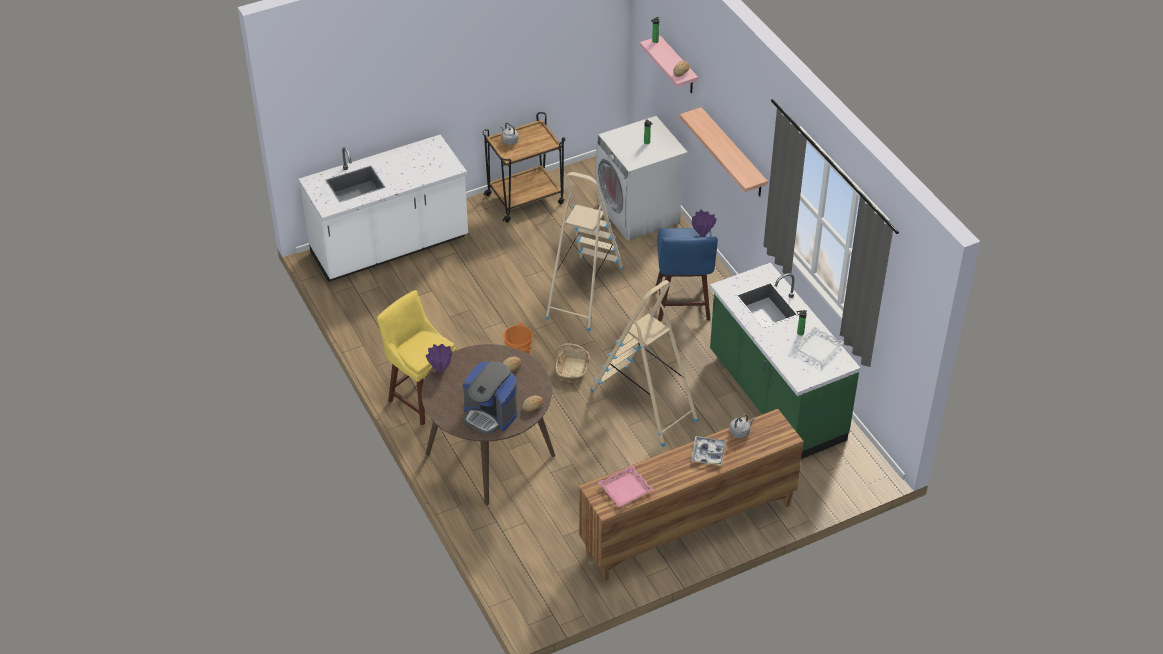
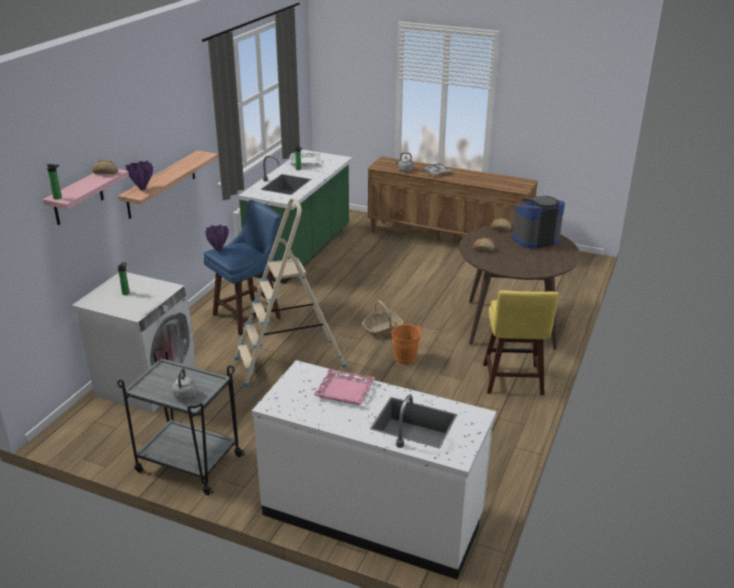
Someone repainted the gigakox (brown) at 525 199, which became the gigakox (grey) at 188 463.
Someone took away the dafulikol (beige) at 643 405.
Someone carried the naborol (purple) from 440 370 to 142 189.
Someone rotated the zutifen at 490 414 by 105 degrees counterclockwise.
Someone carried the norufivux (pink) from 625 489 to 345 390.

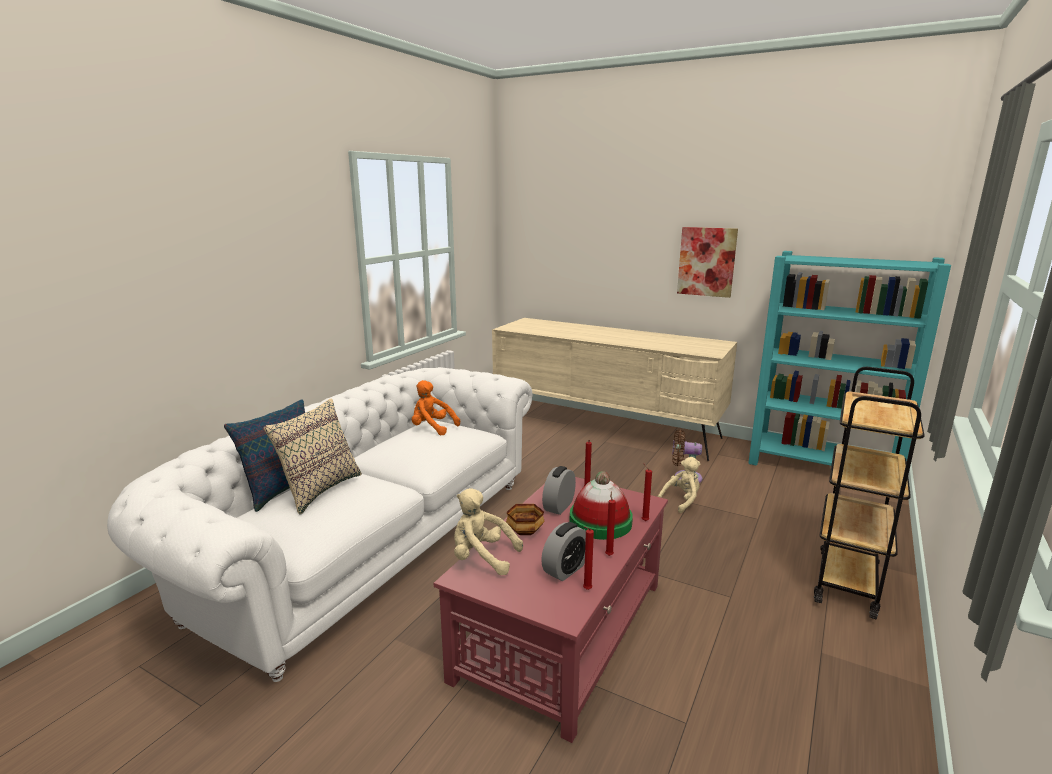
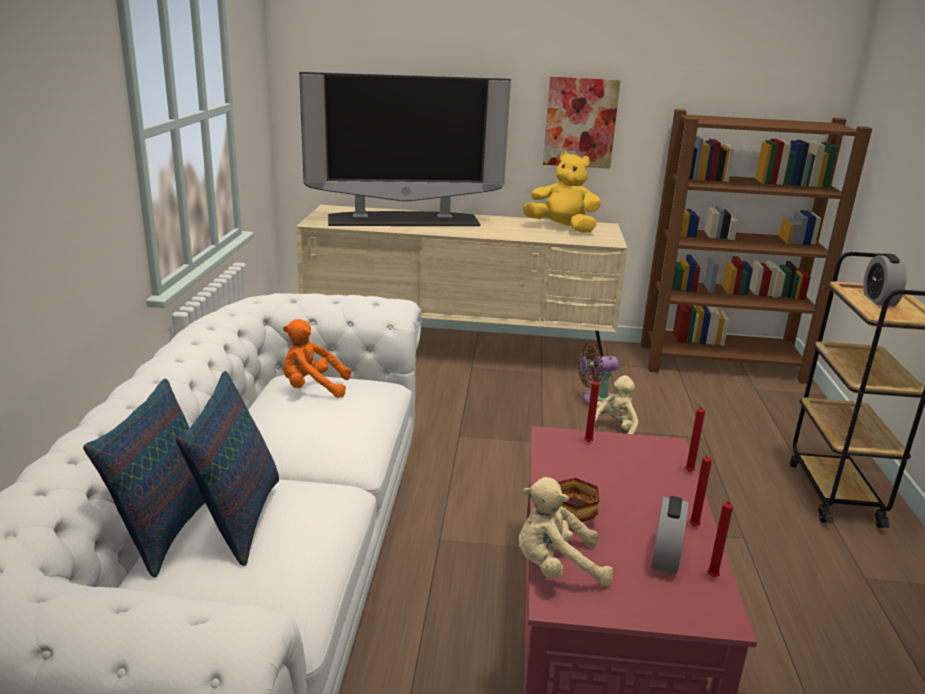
Someone repainted the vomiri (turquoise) at 822 466, which became the vomiri (brown) at 721 363.
Someone repainted the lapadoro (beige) at 321 491, which became the lapadoro (blue) at 240 519.
Someone carried the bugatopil from 559 506 to 879 300.
Someone took away the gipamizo at 600 522.
Someone put down the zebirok at 403 220.
Someone put down the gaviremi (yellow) at 562 228.

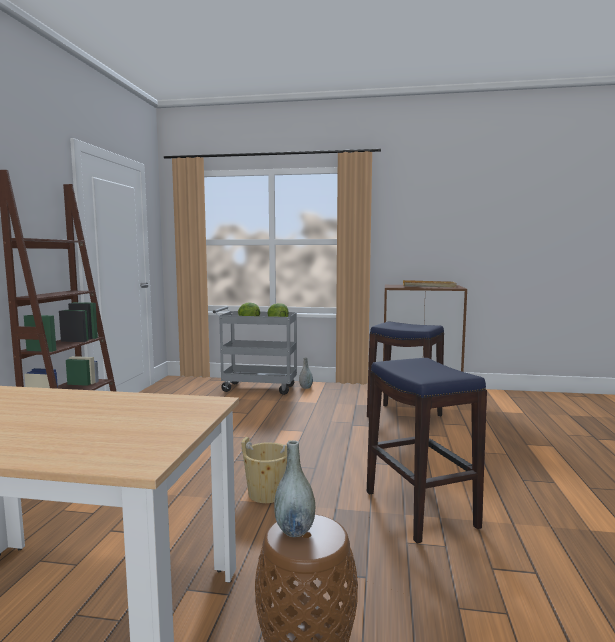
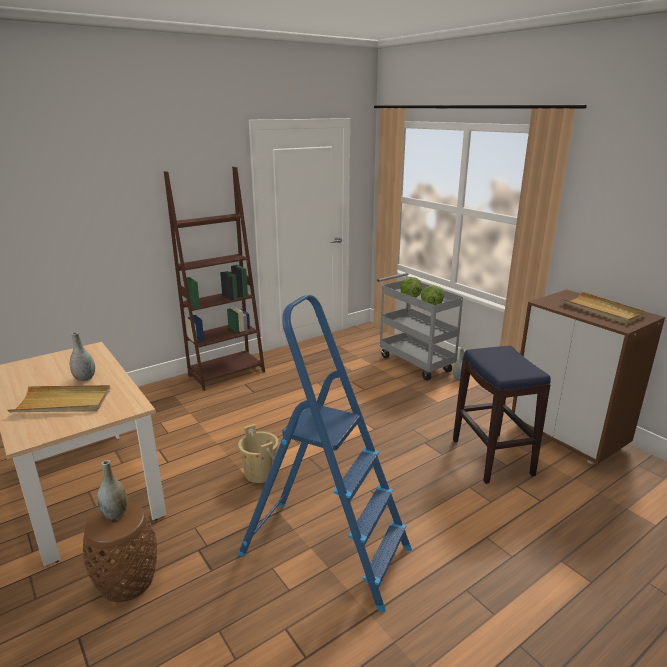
Someone swapped the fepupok at 419 509 for the dafulikol (blue) at 326 552.
Someone put down the naborol (grey) at 85 378.
Someone put down the norufivux (beige) at 63 402.

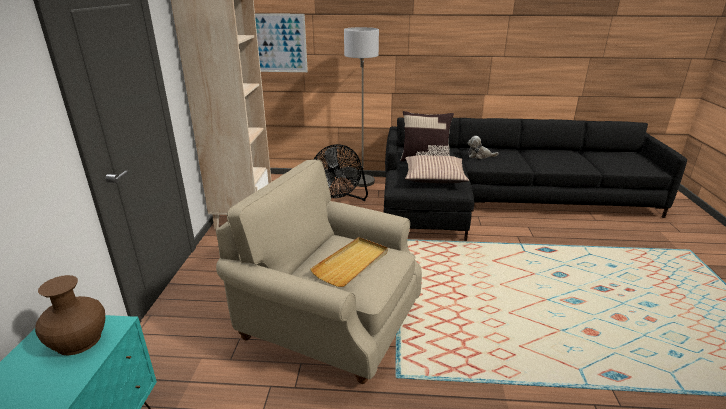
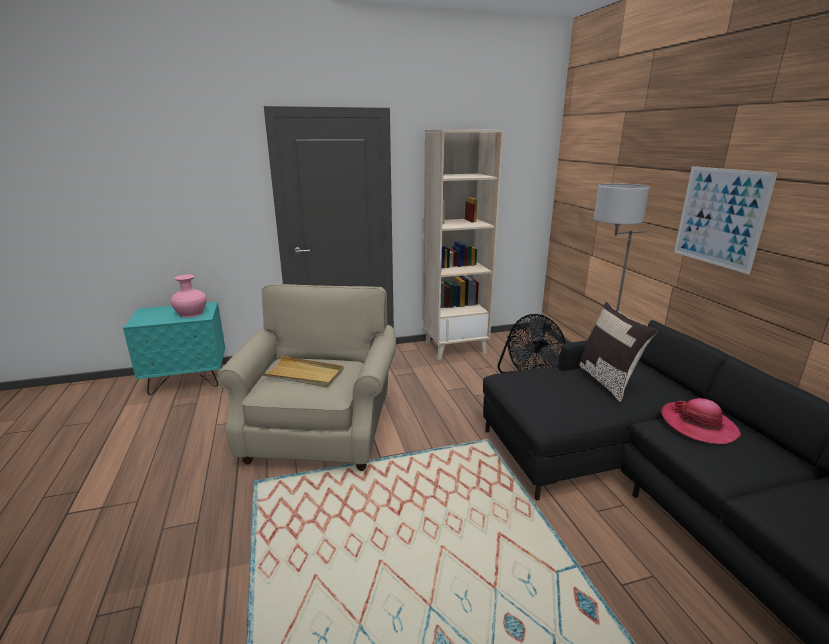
Someone carried the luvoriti from 278 43 to 720 217.
Someone swapped the gaviremi at 479 156 for the gipamizo at 698 425.
Someone took away the lapadoro at 434 177.
Someone repainted the naborol (brown) at 78 340, which became the naborol (pink) at 191 313.

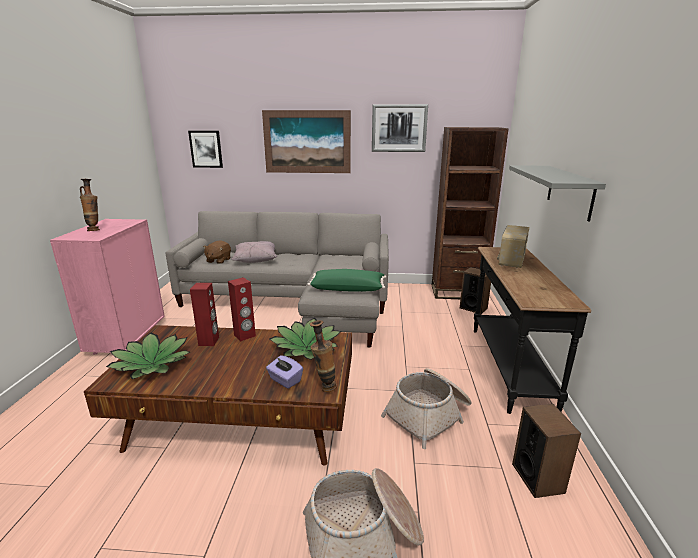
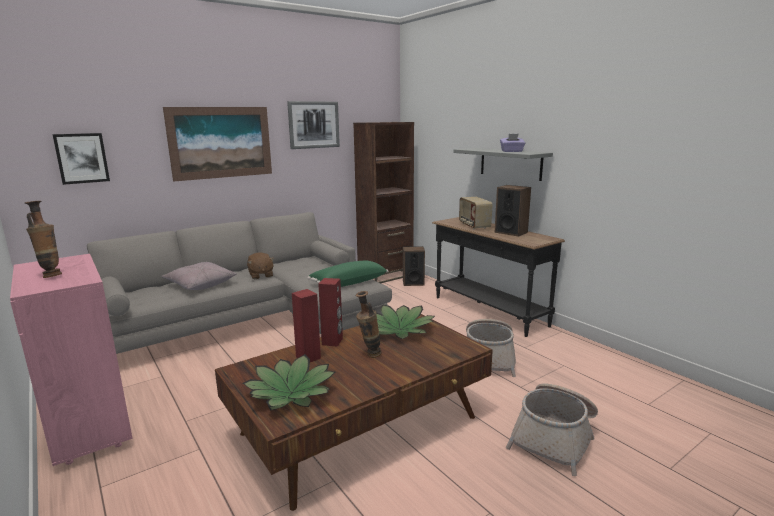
Someone carried the gaviremi (brown) from 218 260 to 261 275.
Someone carried the naborol from 324 387 to 369 355.
Someone carried the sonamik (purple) from 285 380 to 512 151.
Someone carried the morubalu from 538 478 to 511 232.

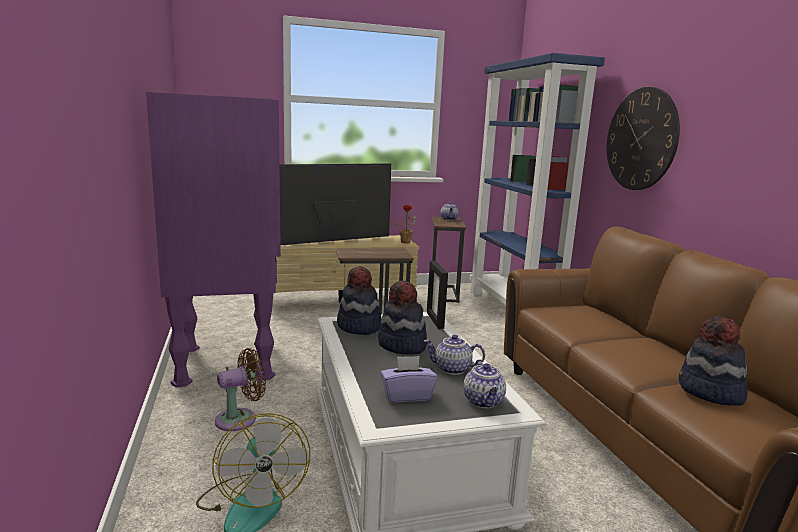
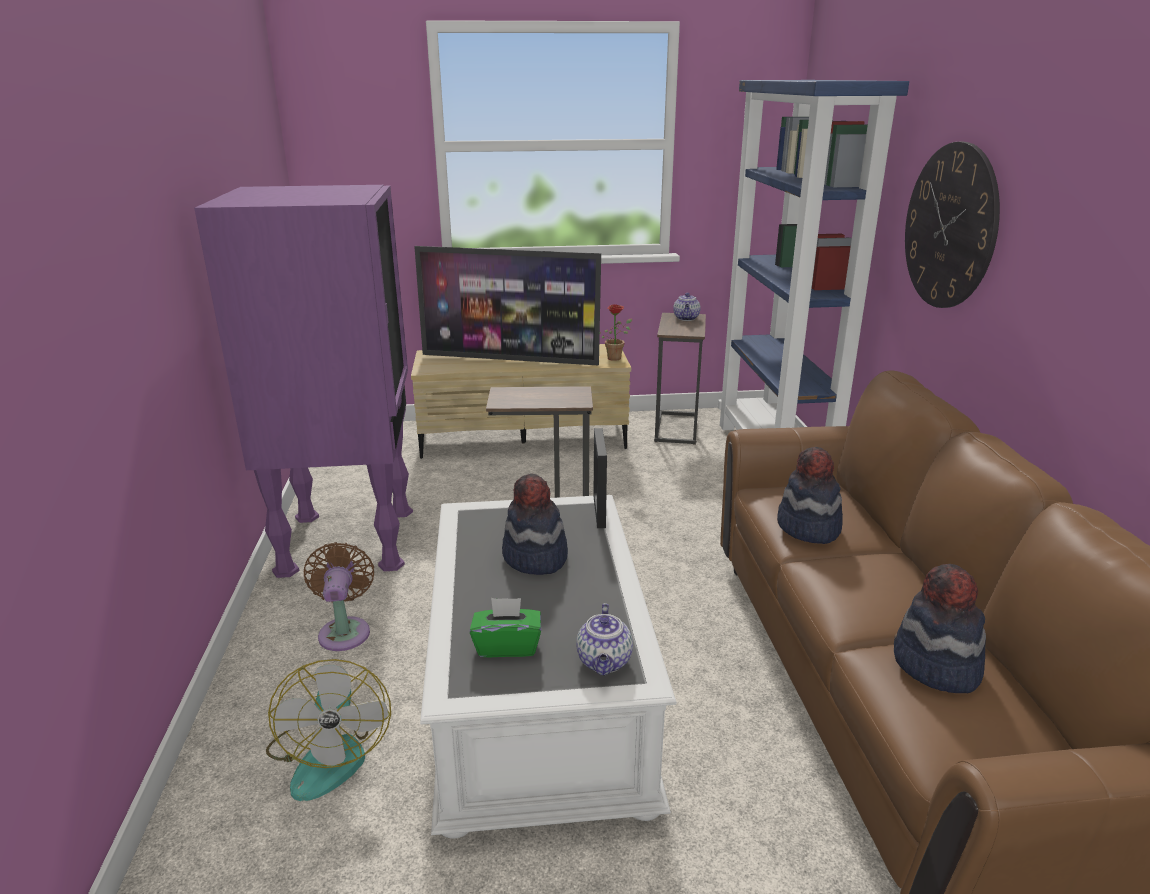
Someone rotated the zebirok at 334 241 by 150 degrees counterclockwise.
Someone carried the gipamizo from 358 327 to 808 528.
Someone took away the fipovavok at 452 369.
Someone rotated the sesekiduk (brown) at 240 419 by 75 degrees counterclockwise.
Someone repainted the sonamik (purple) at 407 395, which became the sonamik (green) at 507 646.

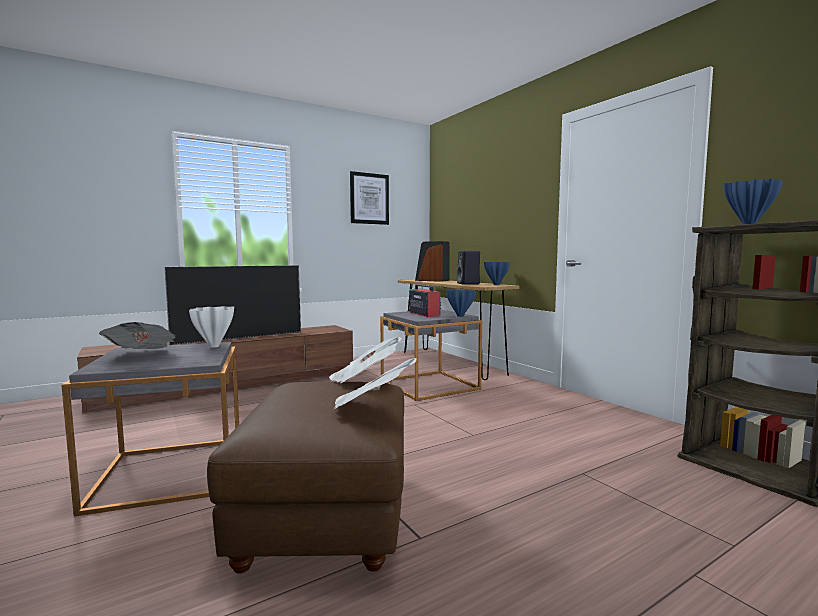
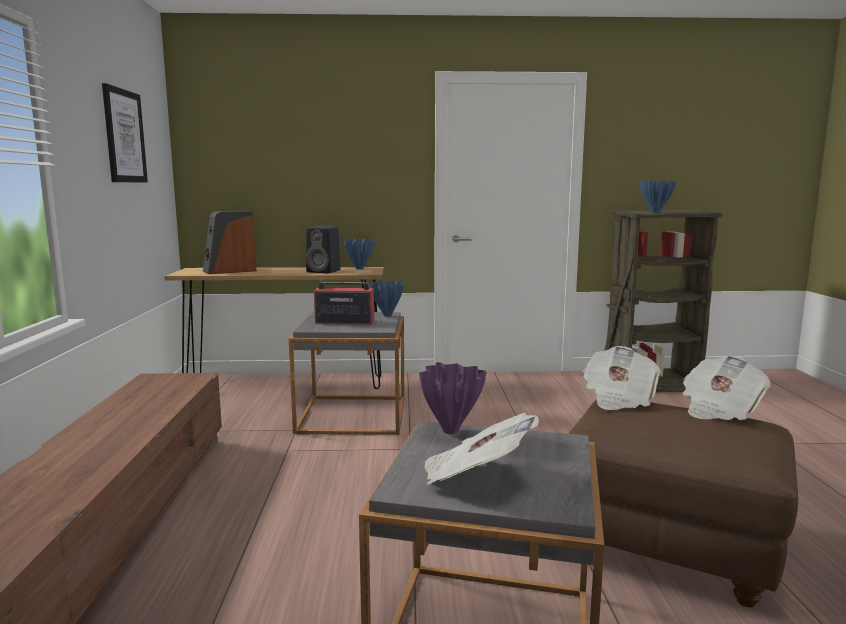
Someone took away the zebirok at 239 338.
Someone repainted the naborol (white) at 213 346, which became the naborol (purple) at 450 431.

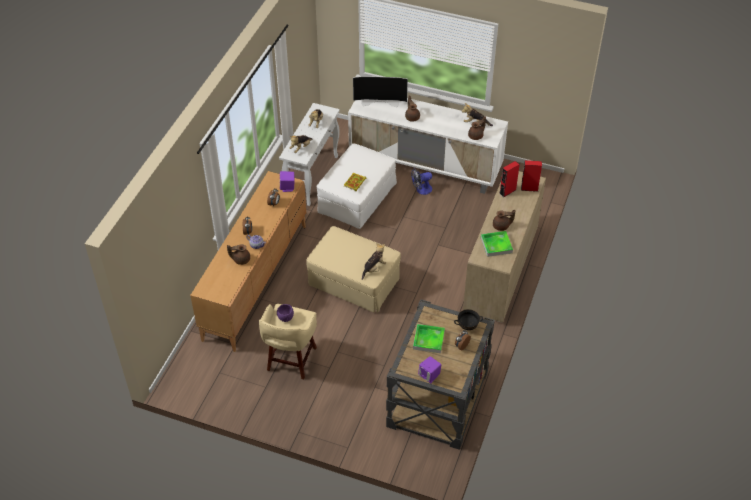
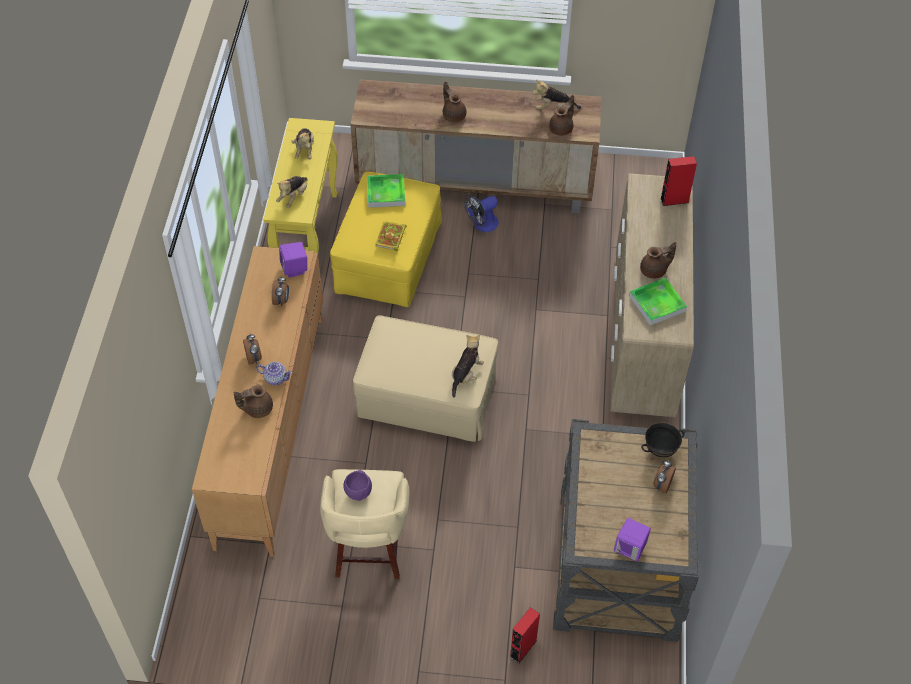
Someone took away the zebirok at 380 101.
Someone repainted the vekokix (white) at 426 164, which became the vekokix (brown) at 476 182.
Someone repainted the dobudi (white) at 312 177, which became the dobudi (yellow) at 308 236.
Someone repainted the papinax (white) at 356 199, which became the papinax (yellow) at 387 258.
Someone carried the morubalu (red) from 507 191 to 523 648.
Someone carried the norufivux from 428 340 to 386 193.

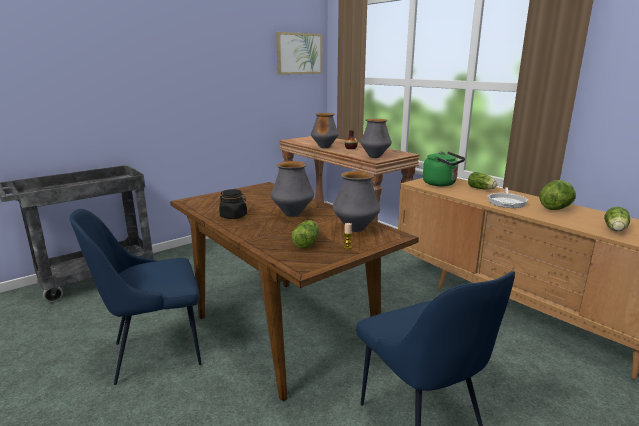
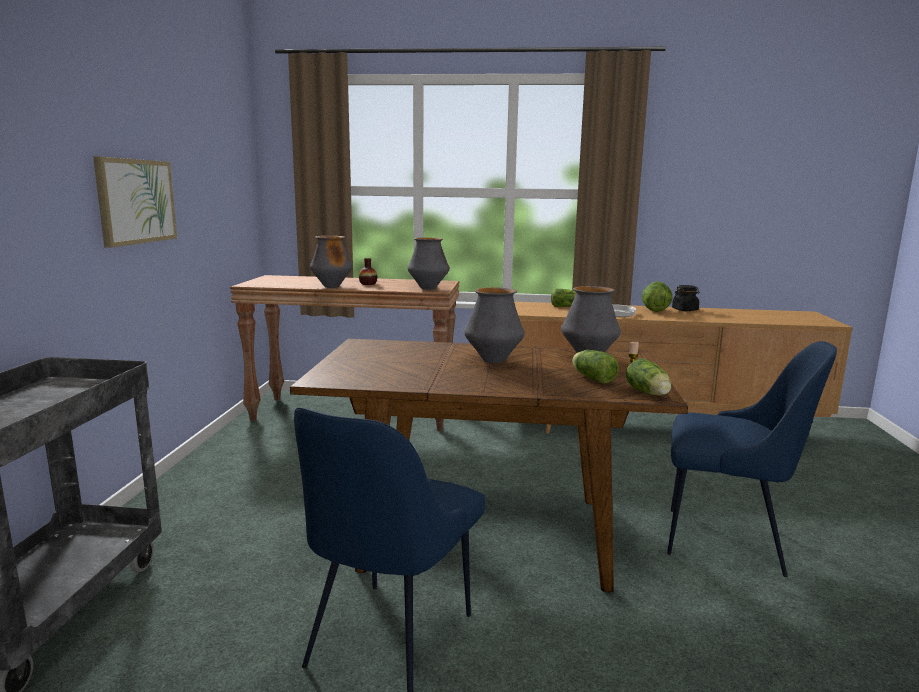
Someone carried the luvoriti from 299 53 to 136 201.
Someone took away the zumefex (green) at 441 184.
Someone carried the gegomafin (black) from 233 216 to 685 310.
Someone carried the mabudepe from 615 230 to 648 393.

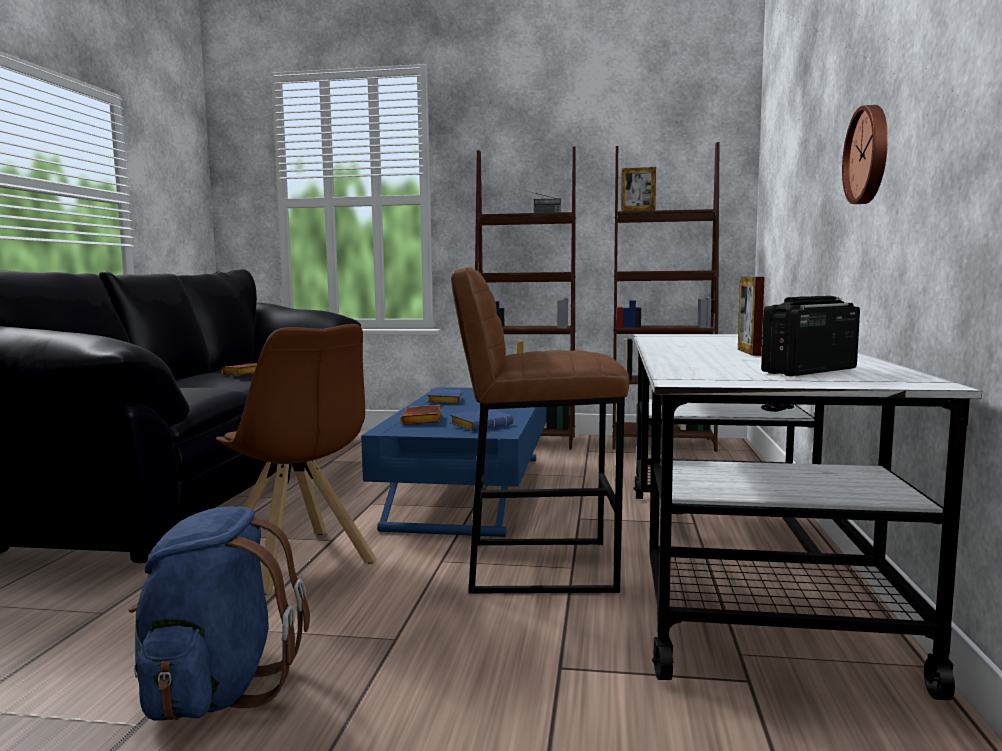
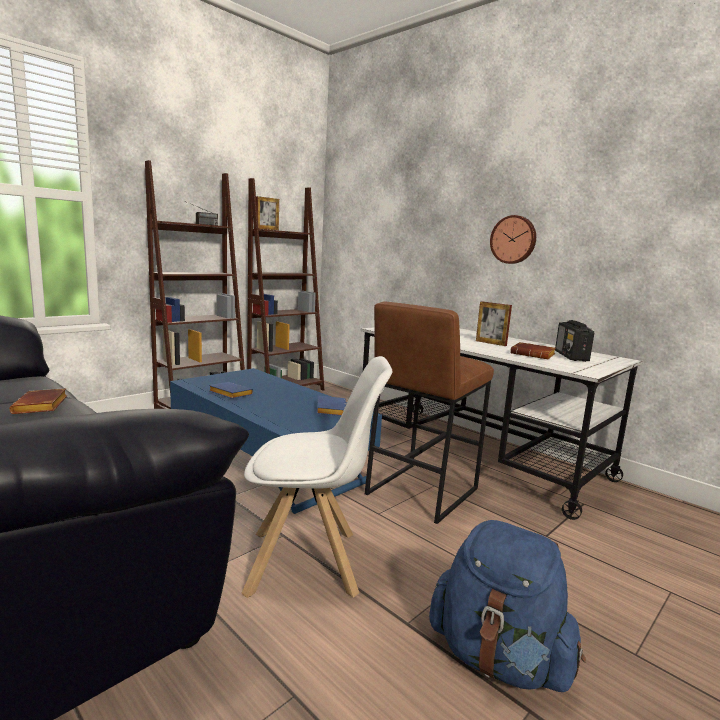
Someone repainted the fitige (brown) at 299 562, which became the fitige (white) at 310 562.
Someone carried the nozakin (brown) from 423 420 to 534 355.

